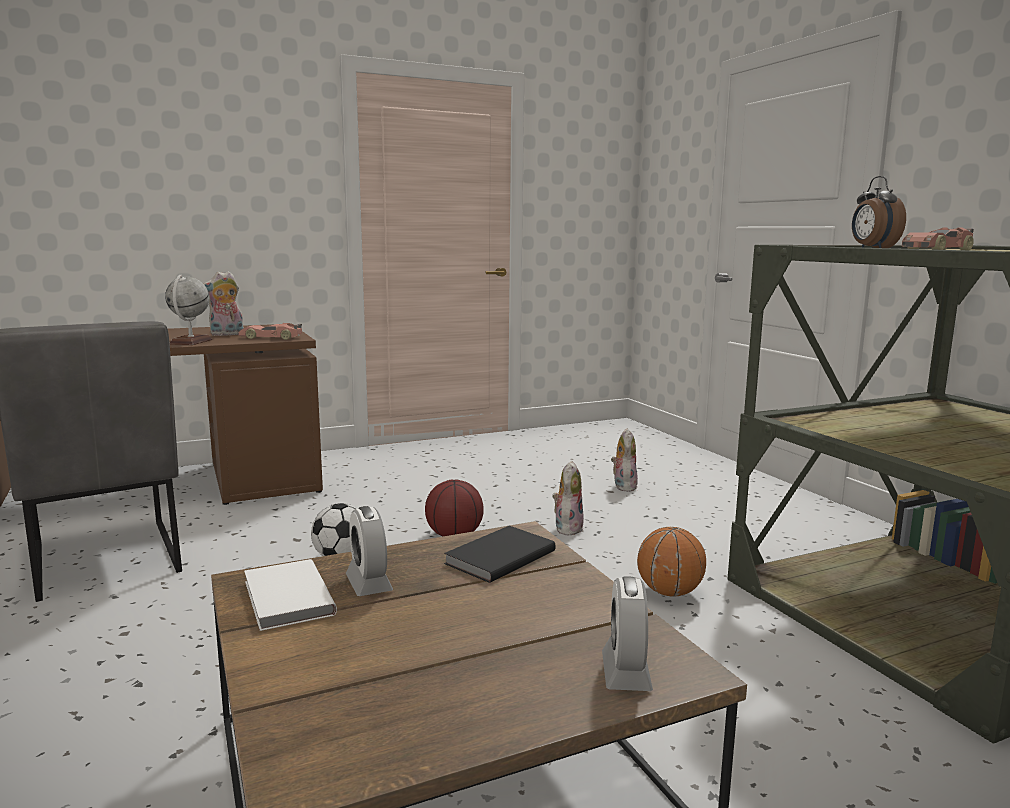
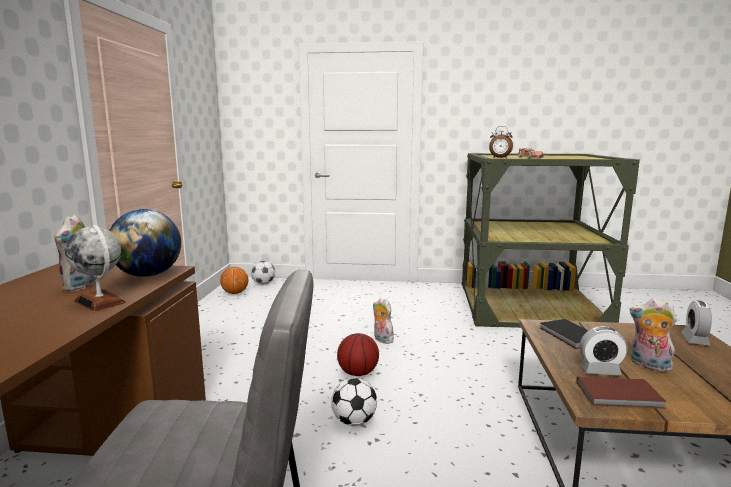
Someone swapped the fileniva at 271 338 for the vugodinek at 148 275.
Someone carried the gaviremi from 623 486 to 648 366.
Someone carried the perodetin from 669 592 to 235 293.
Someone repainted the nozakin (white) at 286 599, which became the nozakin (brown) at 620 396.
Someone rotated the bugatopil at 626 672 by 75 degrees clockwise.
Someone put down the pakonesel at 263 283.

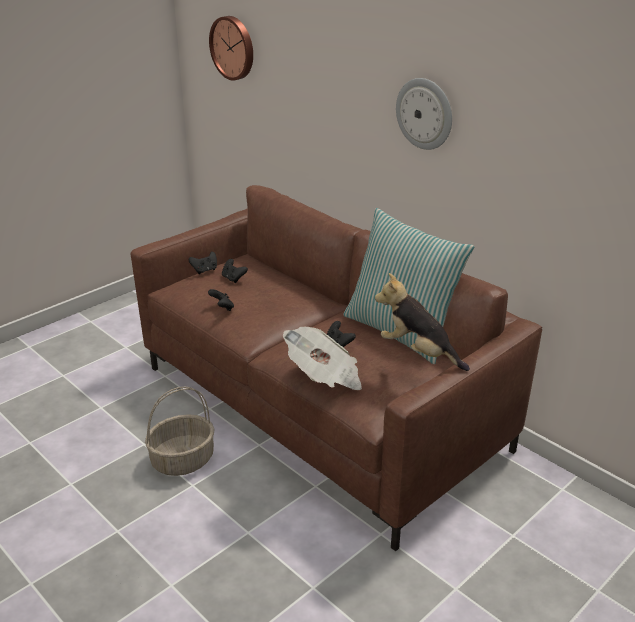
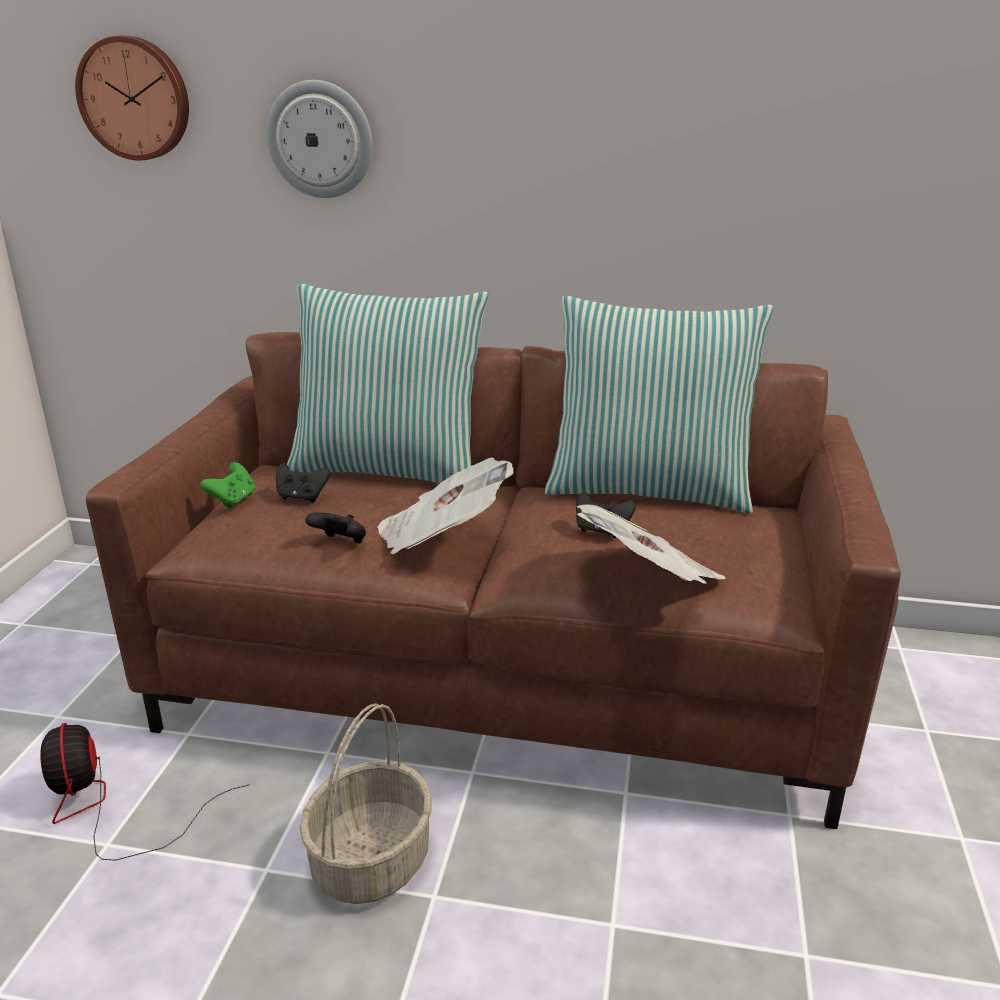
Someone carried the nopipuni from 425 113 to 320 140.
Someone repainted the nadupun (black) at 205 270, which became the nadupun (green) at 233 500.
Someone took away the gaviremi at 418 353.
Someone put down the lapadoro at 389 469.
Someone put down the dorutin at 442 537.
Someone put down the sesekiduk at 107 808.

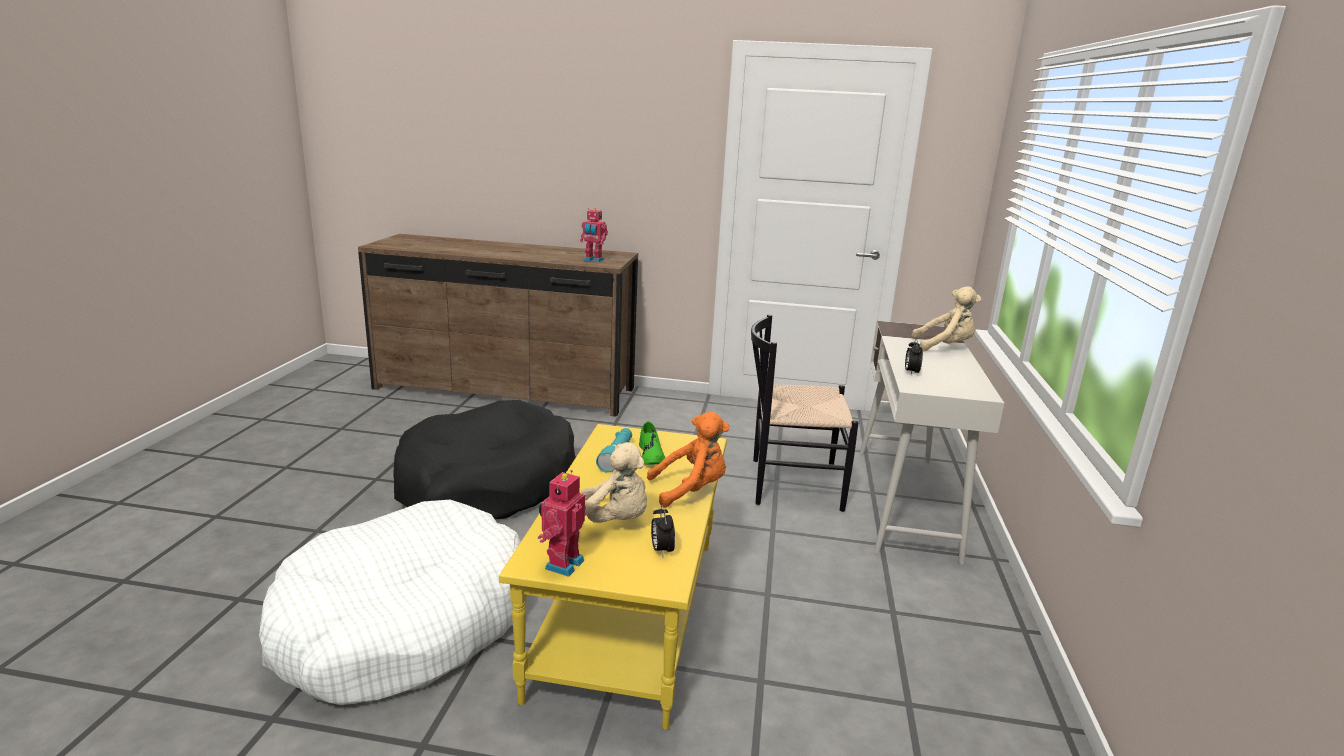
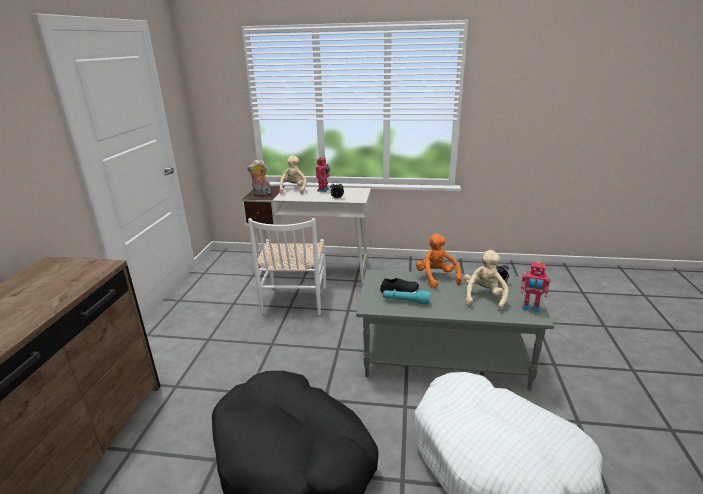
Someone carried the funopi from 593 260 to 323 190.
Someone repainted the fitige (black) at 790 484, which became the fitige (white) at 294 302.
Someone repainted the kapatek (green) at 651 455, which became the kapatek (black) at 399 290.
Someone repainted the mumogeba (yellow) at 630 616, which became the mumogeba (grey) at 444 358.
Someone put down the gaviremi at 261 193.

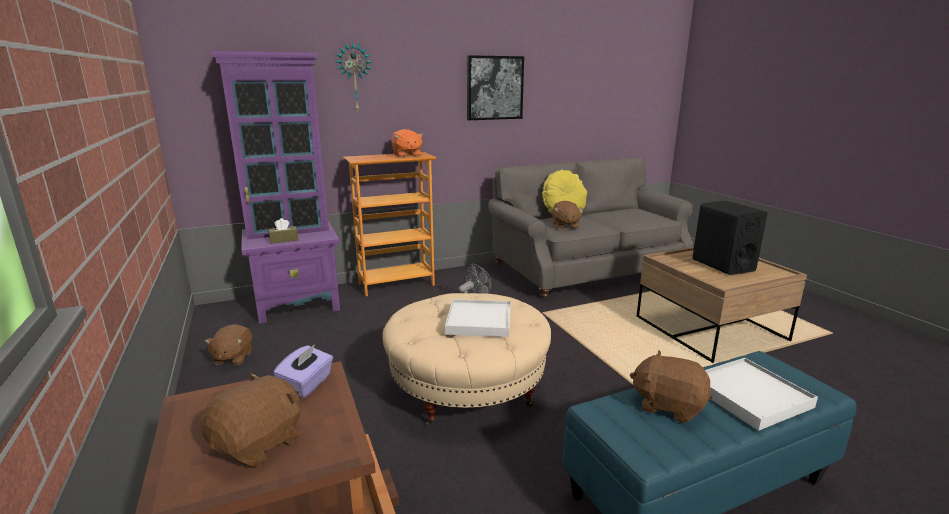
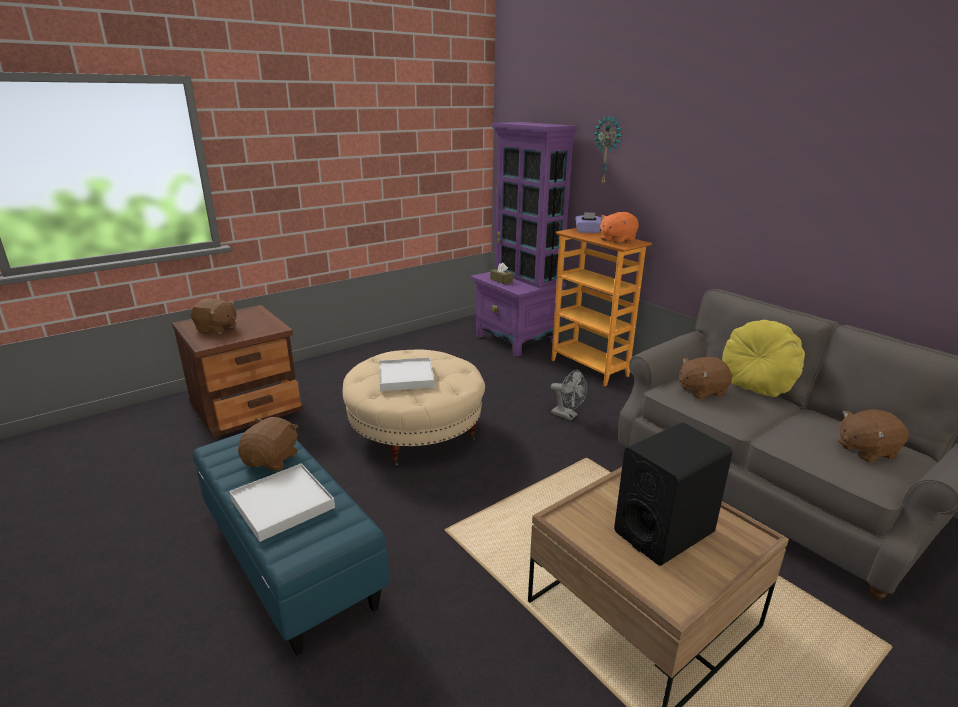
Someone took away the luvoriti at 494 88.
Someone carried the gaviremi (brown) from 233 357 to 865 450.
Someone carried the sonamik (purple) from 307 385 to 587 231.

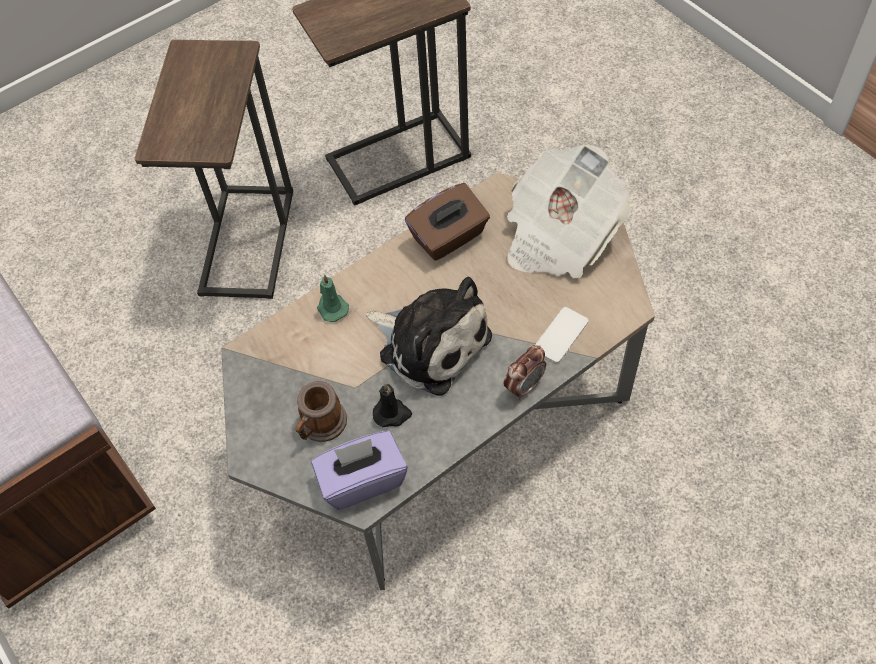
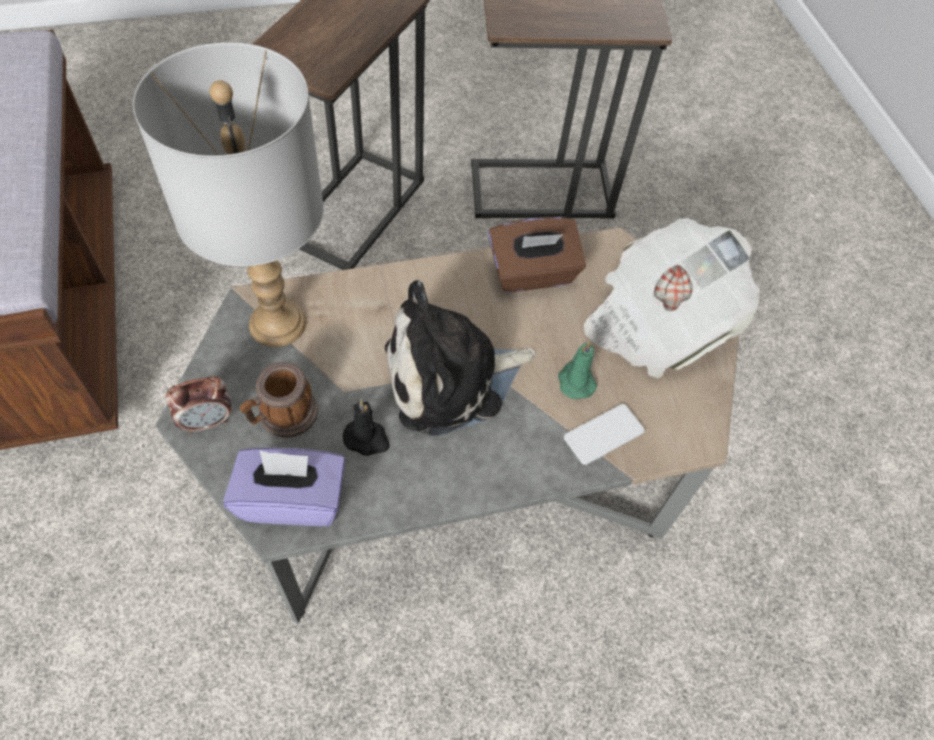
Someone carried the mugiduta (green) from 332 307 to 575 381.
Someone rotated the gaviremi at 430 342 by 105 degrees clockwise.
Someone carried the bugatopil from 524 386 to 208 421.
Someone put down the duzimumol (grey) at 278 323.

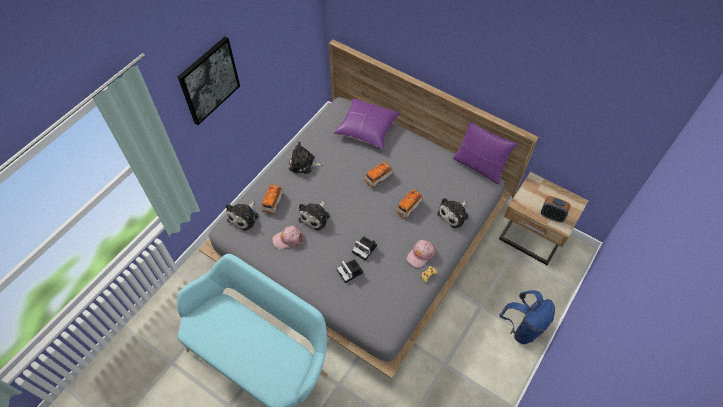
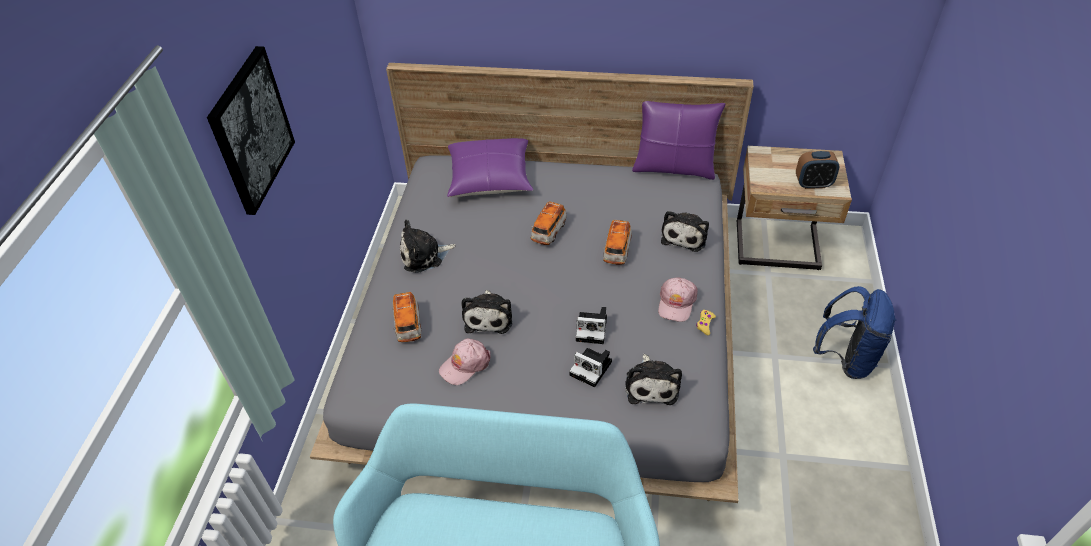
Someone carried the gaviremi from 244 217 to 651 384.

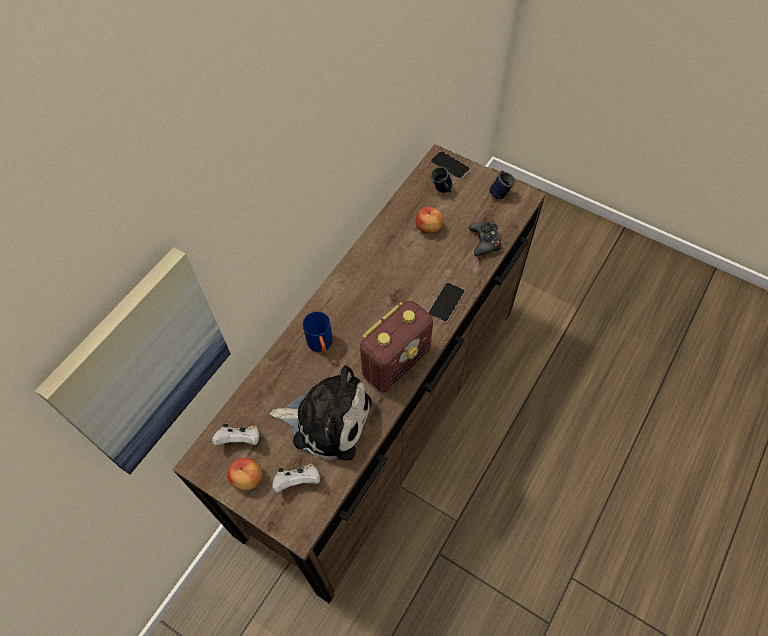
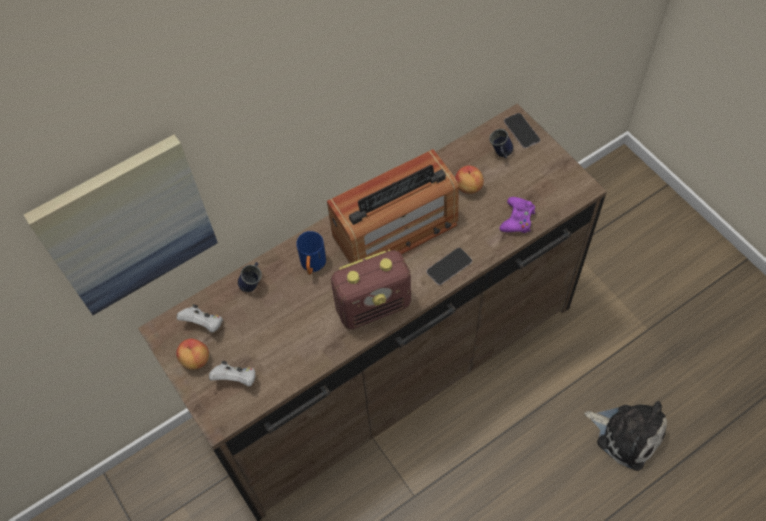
Someone carried the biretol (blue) from 499 192 to 253 283.
Someone repainted the nadupun (black) at 484 241, which became the nadupun (purple) at 517 219.
Someone carried the gaviremi from 327 419 to 626 434.
Someone put down the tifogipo at 395 229.

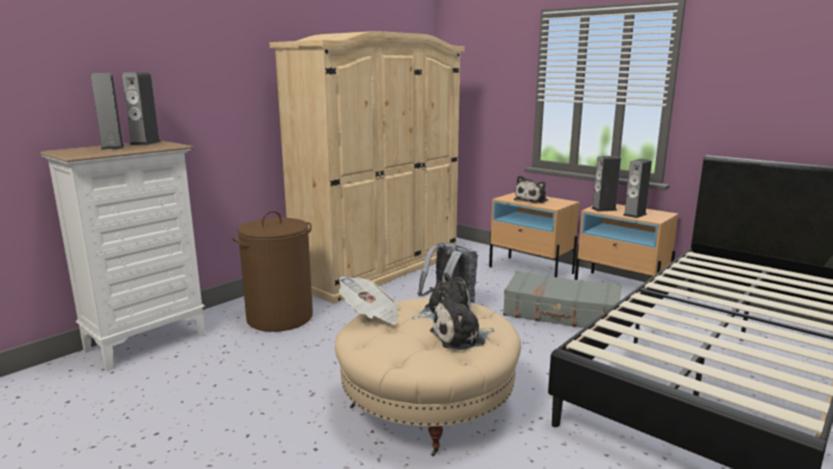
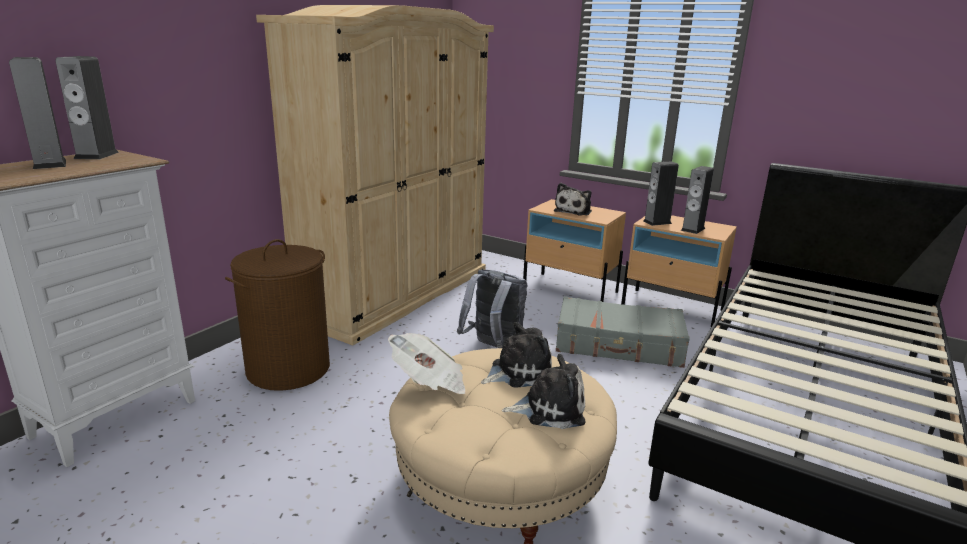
Someone rotated the gaviremi at 461 337 by 150 degrees counterclockwise.

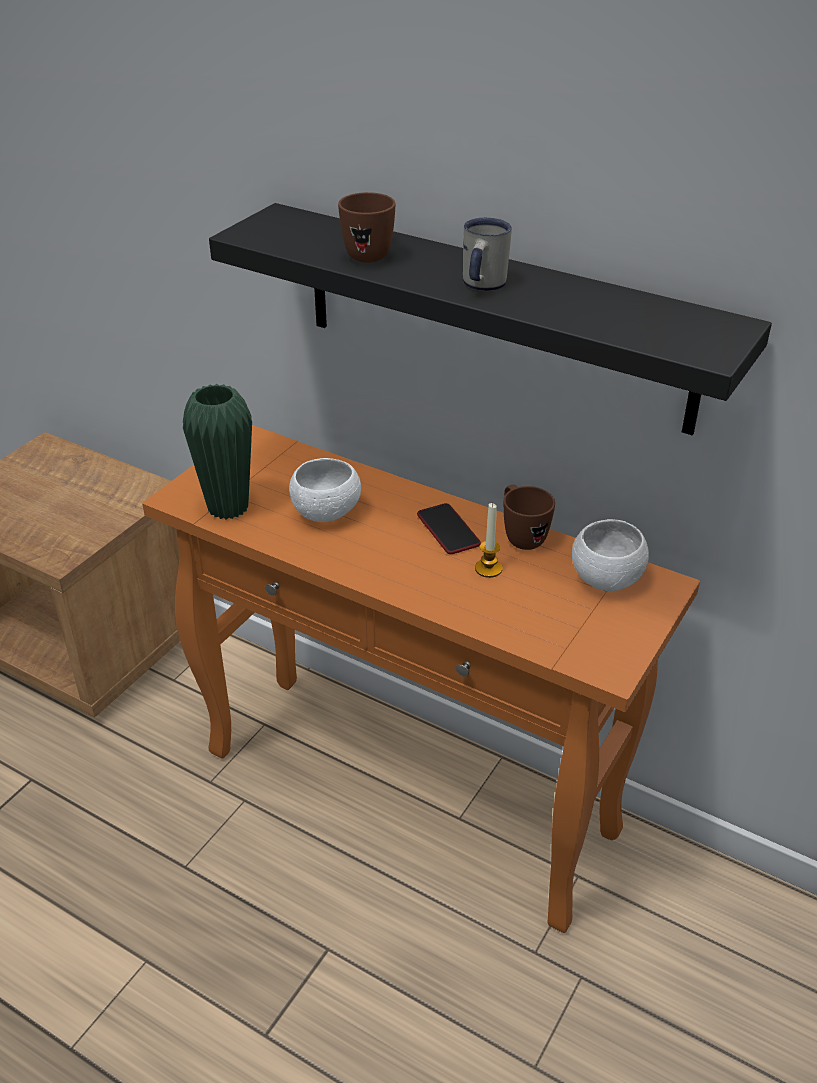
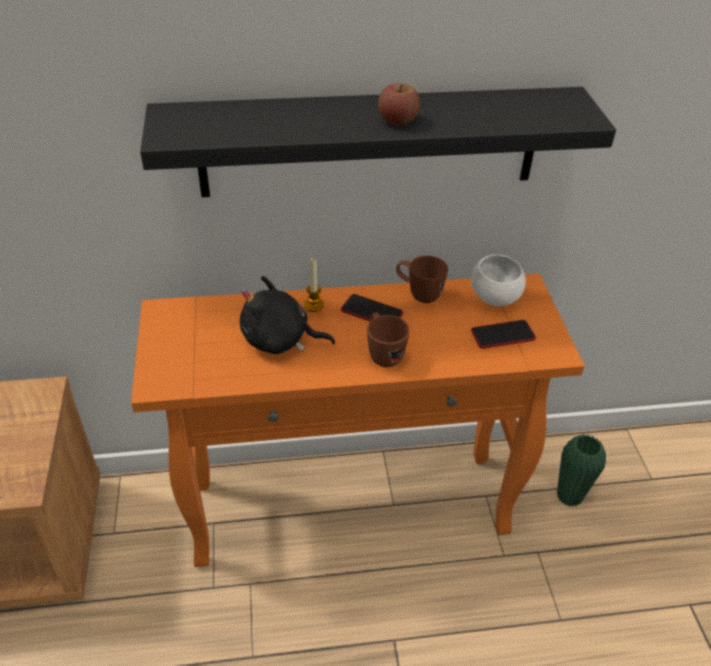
Someone carried the biretol (brown) from 371 253 to 382 354.
Someone swapped the biretol (white) at 481 286 for the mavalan at 397 120.
Someone carried the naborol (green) from 228 507 to 569 496.
Someone swapped the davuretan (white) at 326 513 for the gaviremi (black) at 280 340.
Someone carried the mugiduta from 488 569 to 314 305.
Someone put down the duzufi at 502 335.

